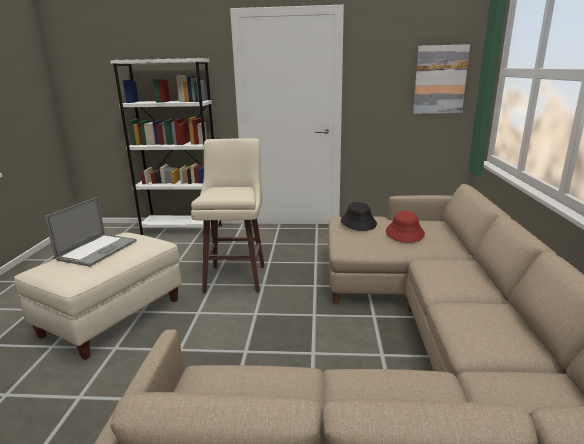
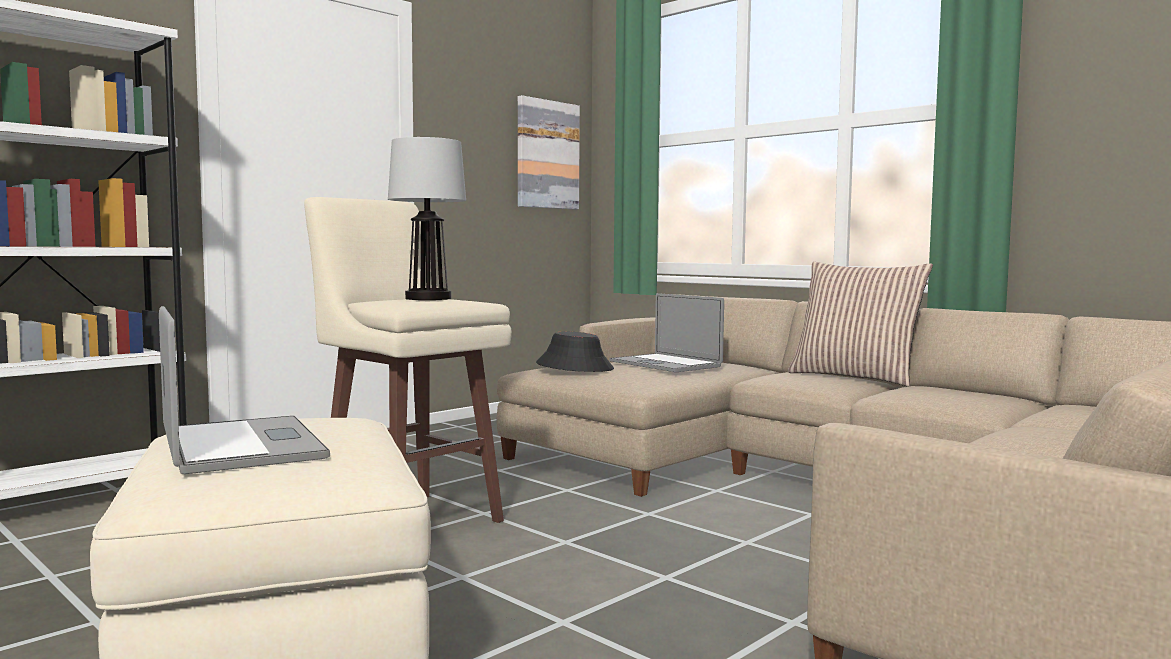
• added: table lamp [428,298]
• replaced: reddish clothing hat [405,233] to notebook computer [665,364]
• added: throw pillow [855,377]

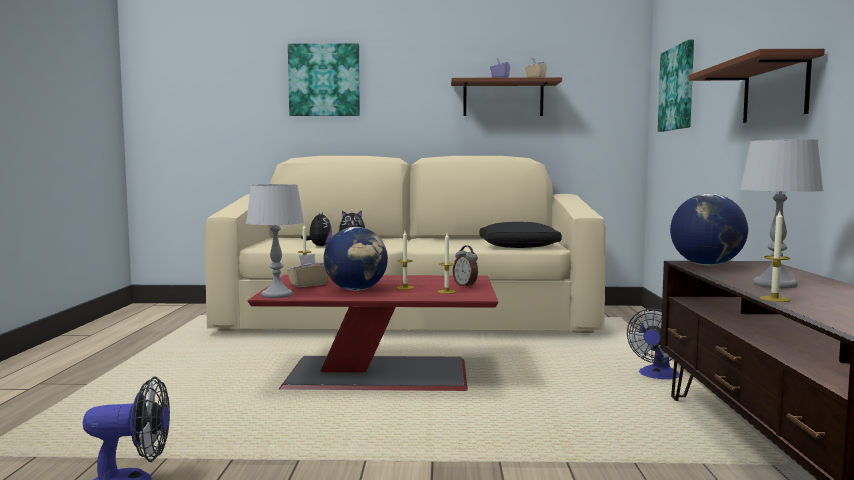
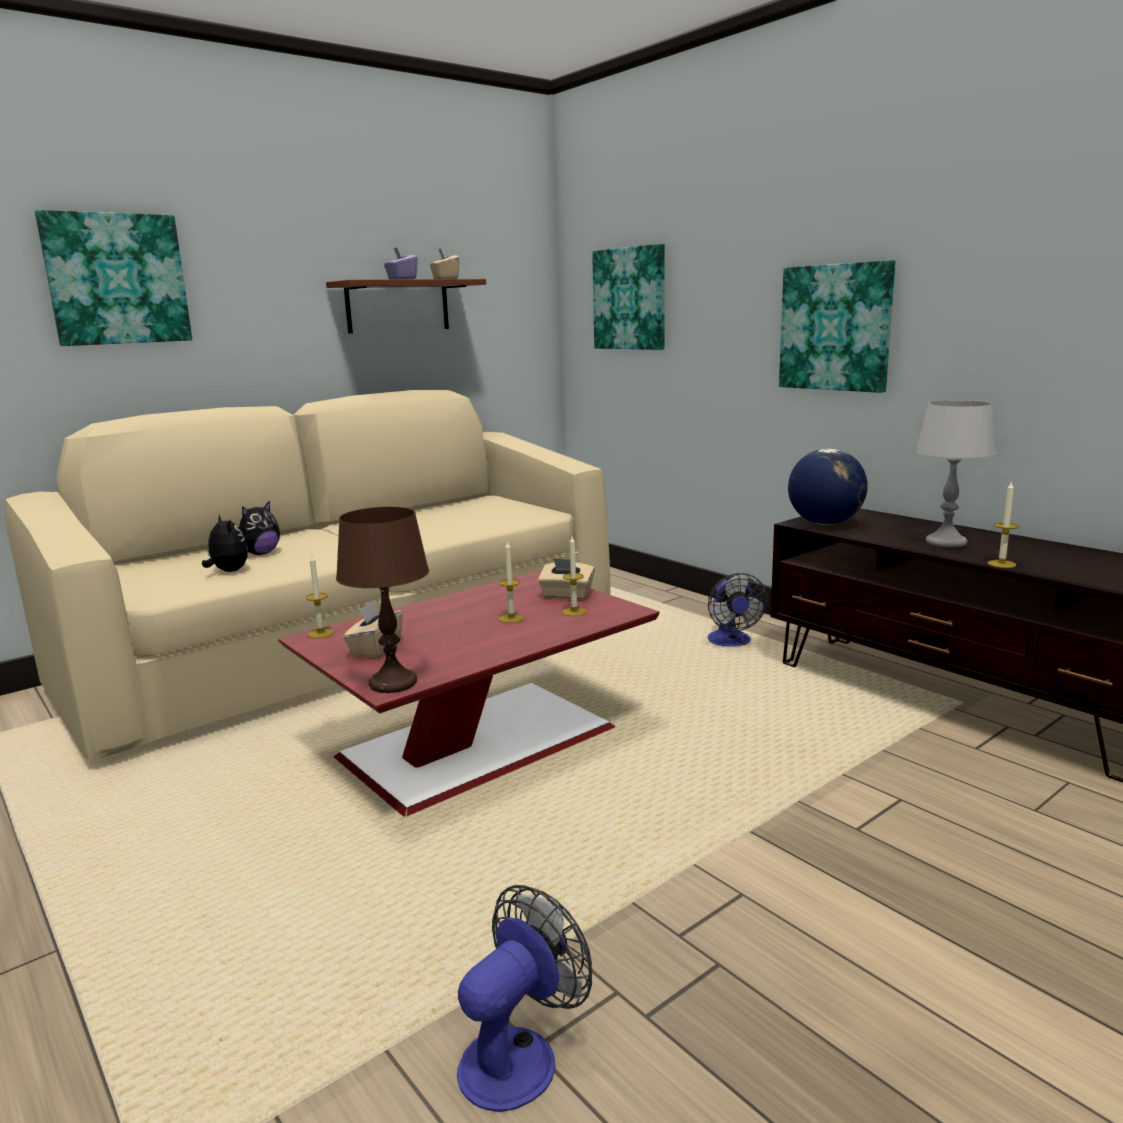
• recoloured: grey table lamp [277,295] to brownish table lamp [393,683]
• replaced: alarm clock [466,286] to beige-coloured box of tissues [566,595]
• replaced: brownish shelf [775,91] to wall picture [836,327]
• removed: world globe [356,290]
• removed: black-coloured throw pillow [519,247]

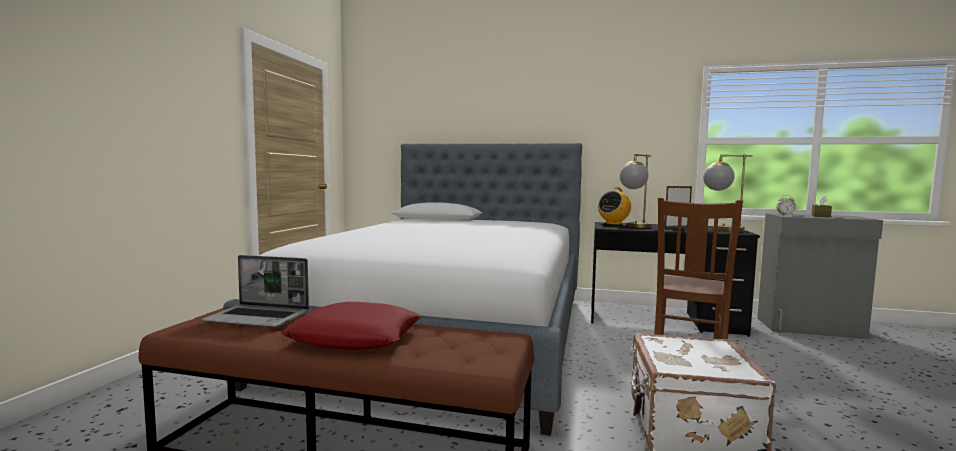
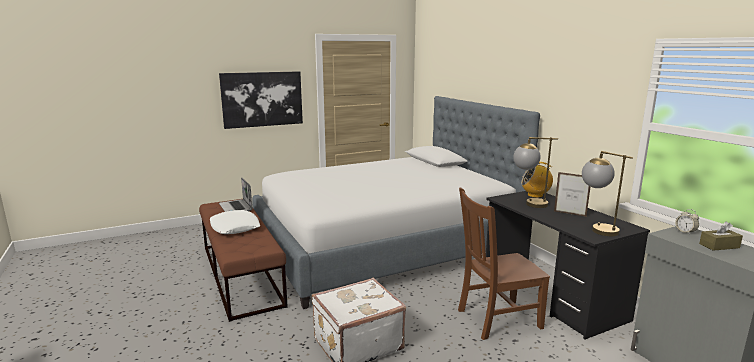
• recoloured: reddish throw pillow [356,337] to whitish throw pillow [235,227]
• added: wall picture [262,99]

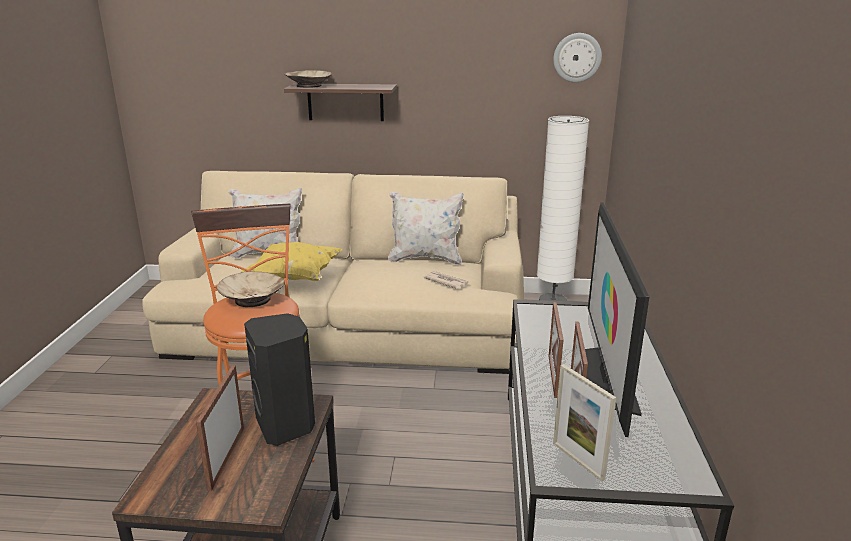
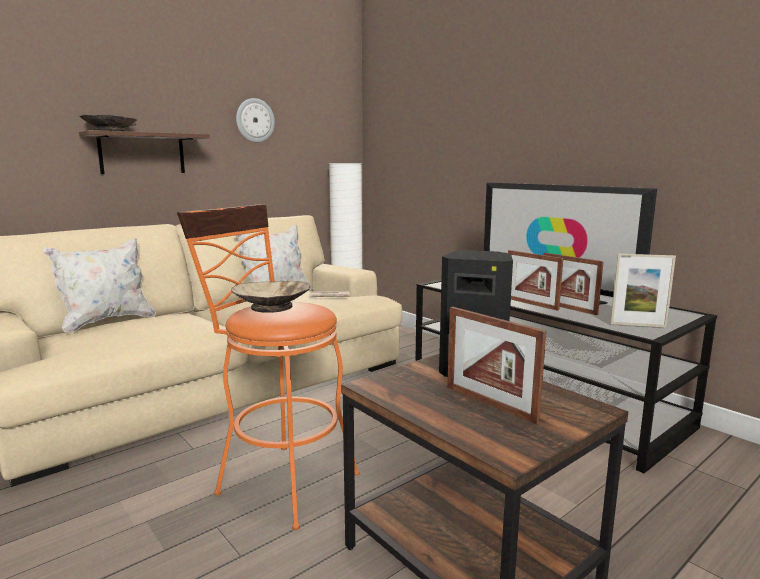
• moved: clock on the wall [577,57] to [255,120]
• removed: yellow throw pillow [294,277]

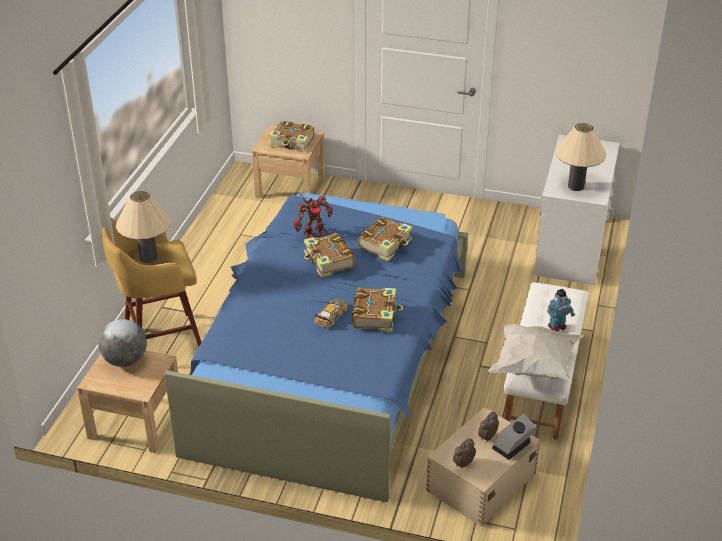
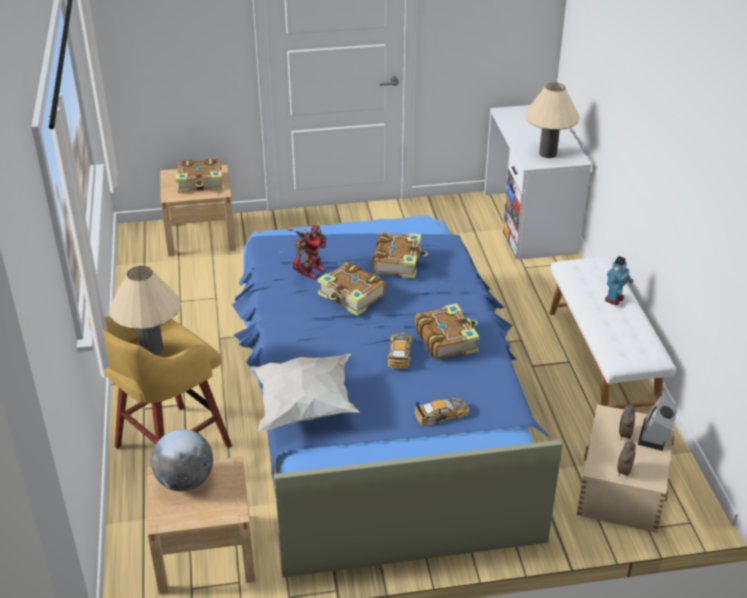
• moved: whitish throw pillow [535,366] to [306,407]
• added: toy car [442,414]

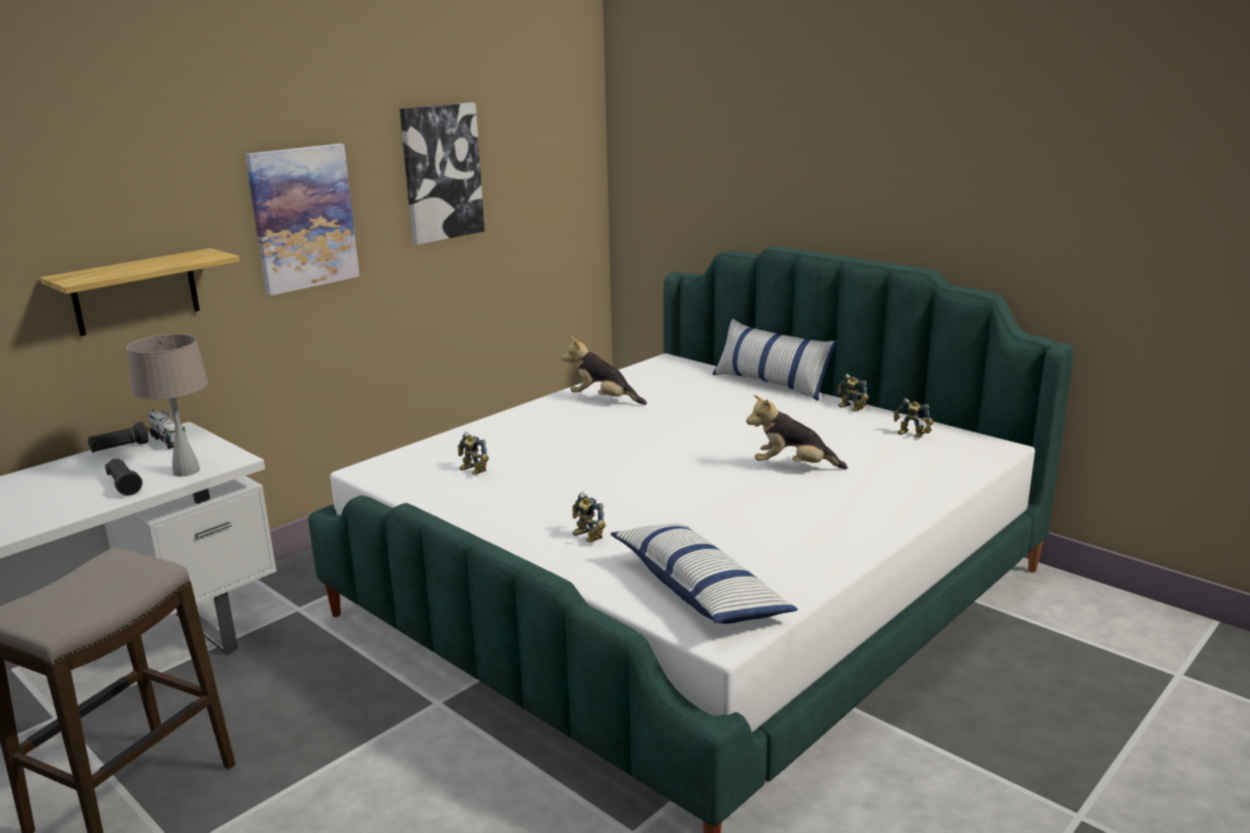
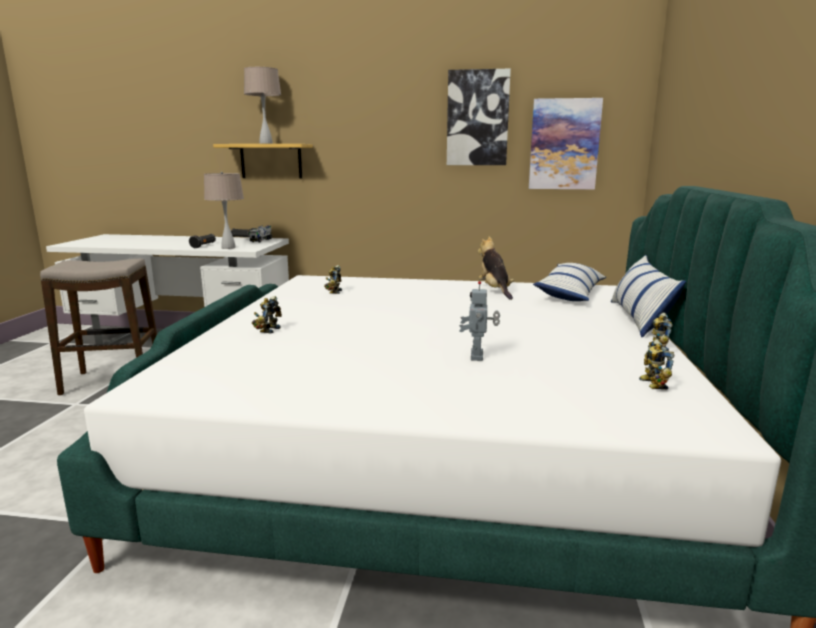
• added: beige-coloured table lamp [266,143]
• replaced: cuddly toy [792,467] to robot figure [478,356]
• moved: wall picture [303,218] to [564,144]
• moved: throw pillow [699,590] to [570,293]

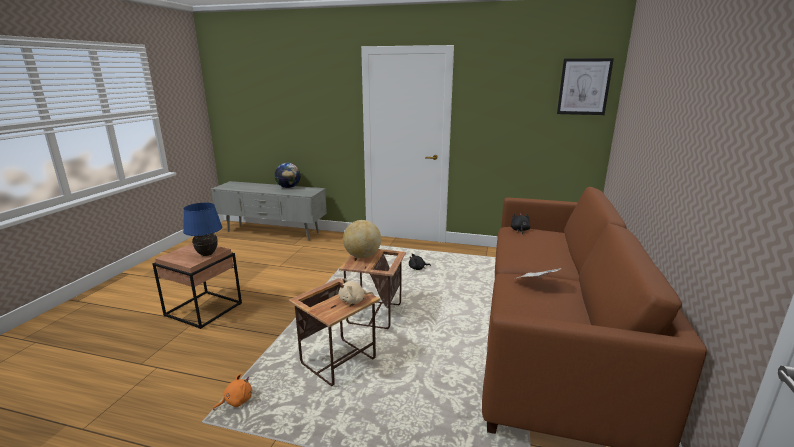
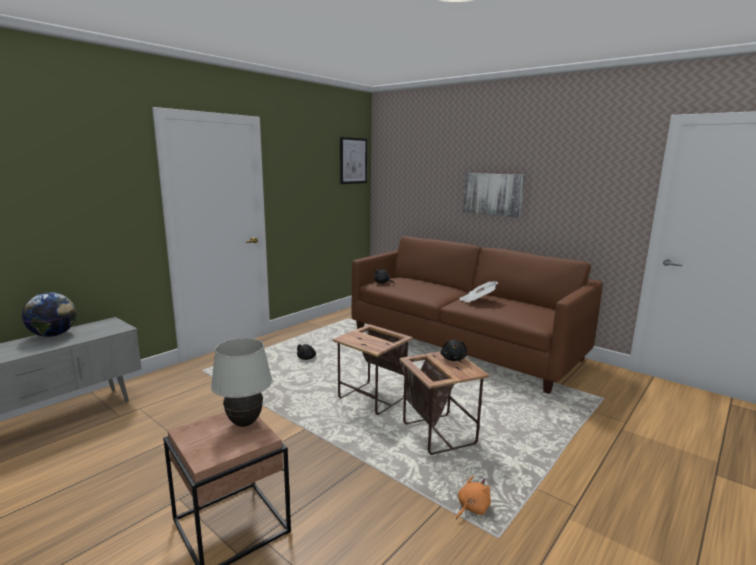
• recoloured: blue table lamp [207,254] to whitish table lamp [244,423]
• recoloured: beige-coloured cuddly toy [354,301] to black-coloured cuddly toy [453,359]
• turned: orangey cuddly toy [236,401] = [471,508] 60 degrees clockwise
• added: wall picture [493,194]
• removed: world globe [362,256]

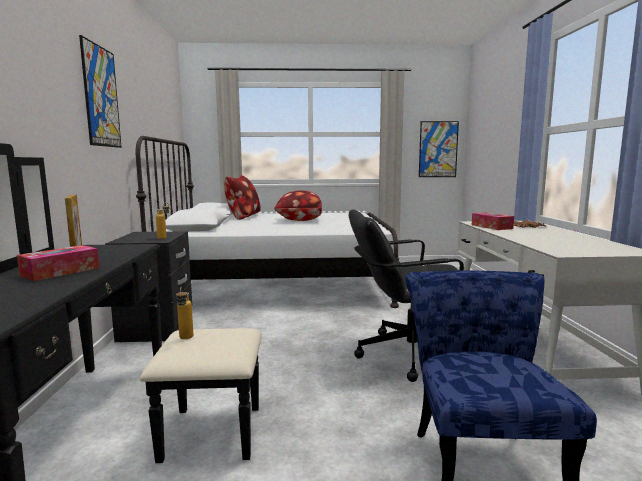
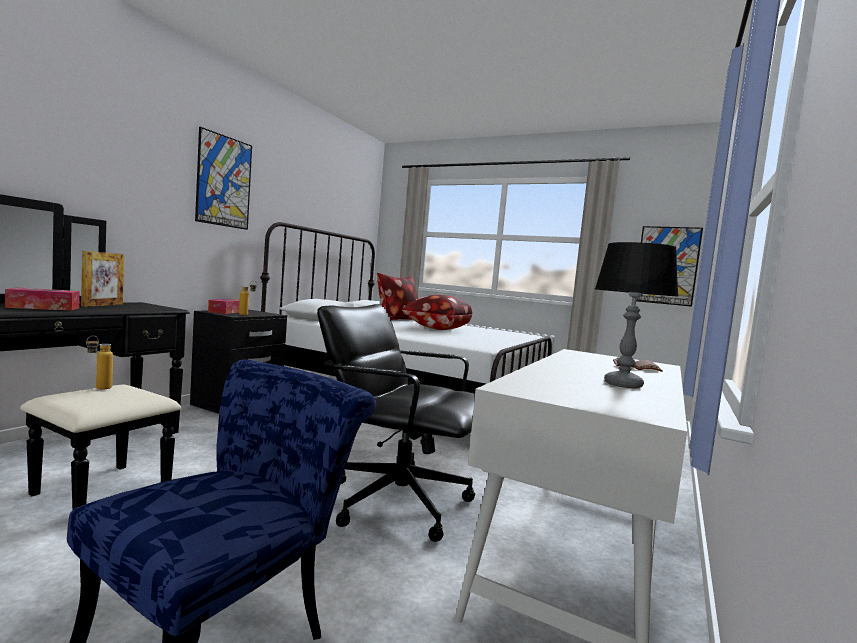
• moved: box of tissues [491,227] to [227,312]
• added: table lamp [622,384]

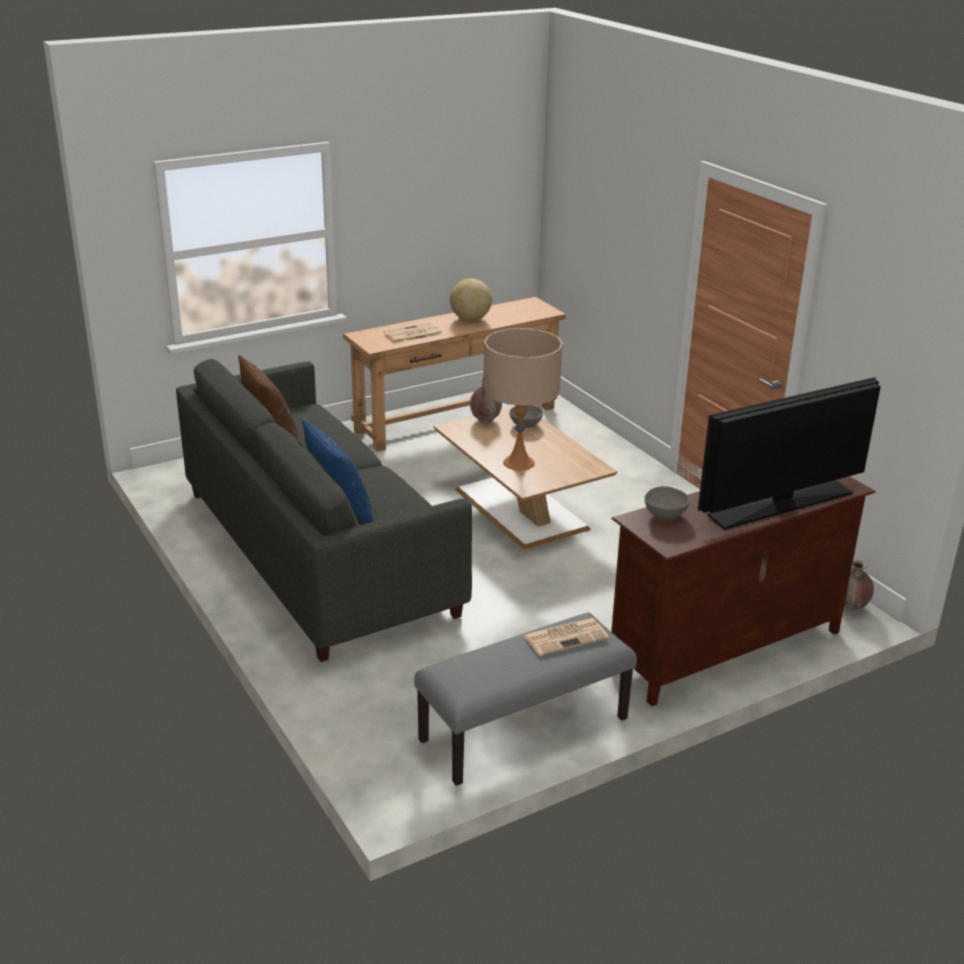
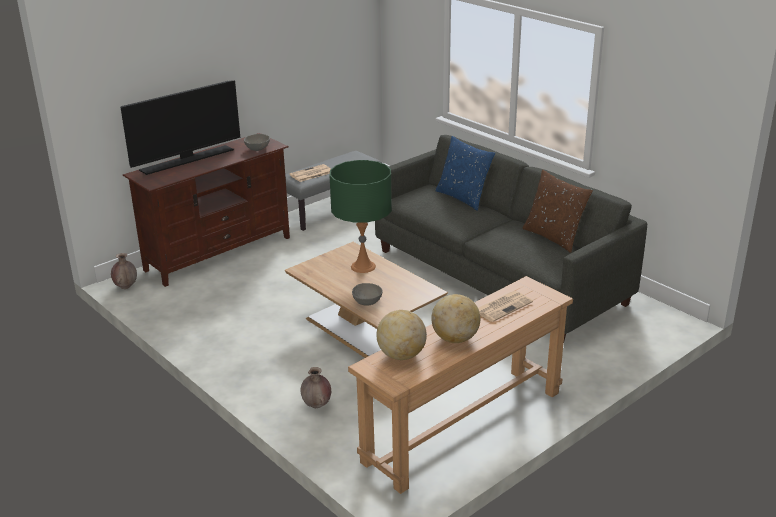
• moved: brownish vase [485,420] to [317,405]
• recoloured: beige-coloured table lamp [518,463] to greenish table lamp [363,266]
• added: world globe [401,355]

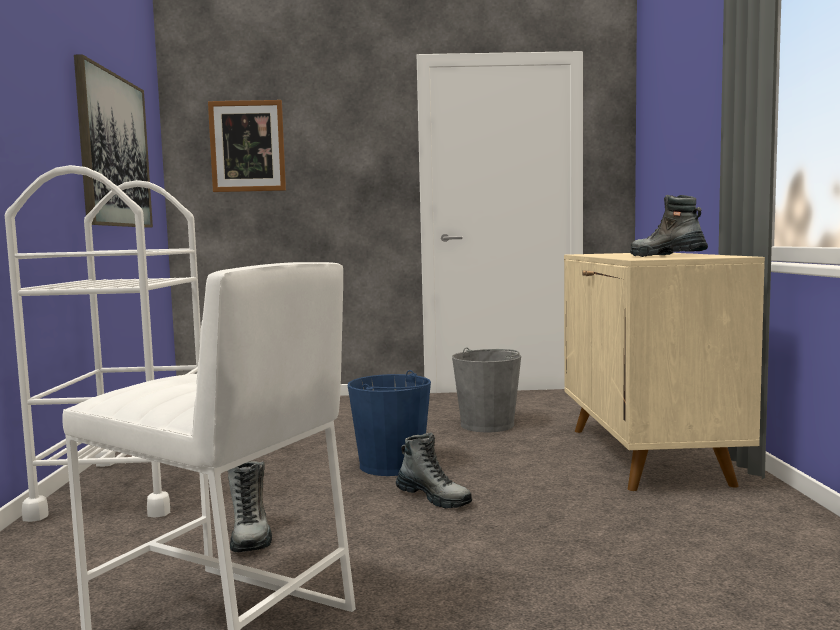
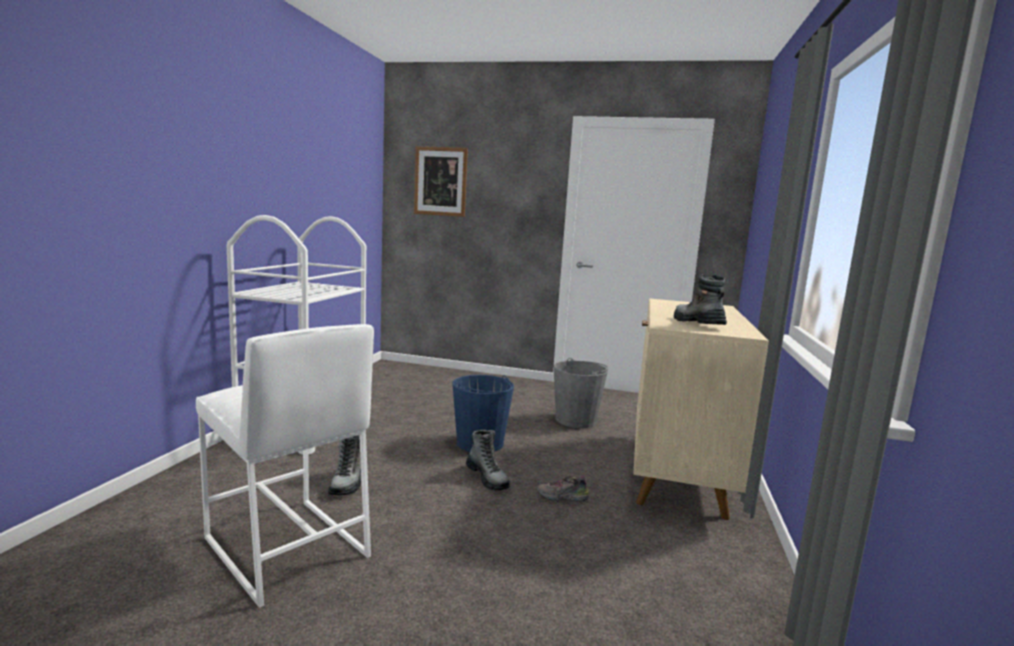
• added: low shoe [562,497]
• removed: wall picture [114,151]

